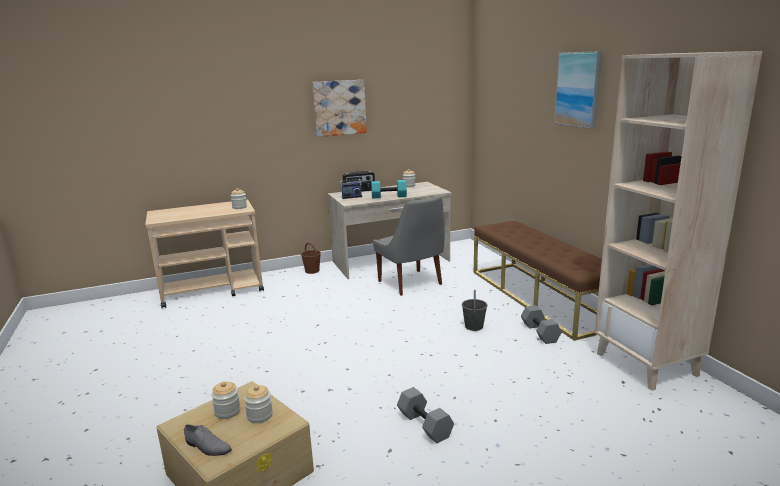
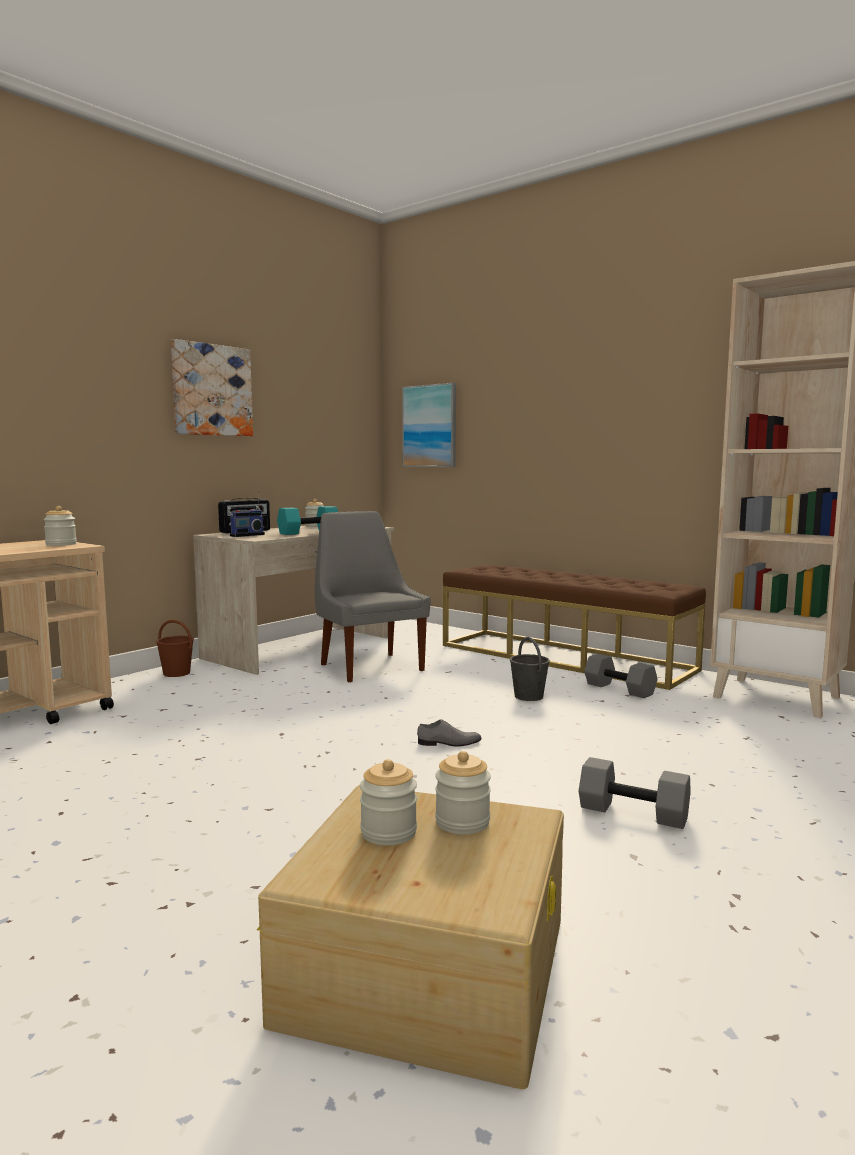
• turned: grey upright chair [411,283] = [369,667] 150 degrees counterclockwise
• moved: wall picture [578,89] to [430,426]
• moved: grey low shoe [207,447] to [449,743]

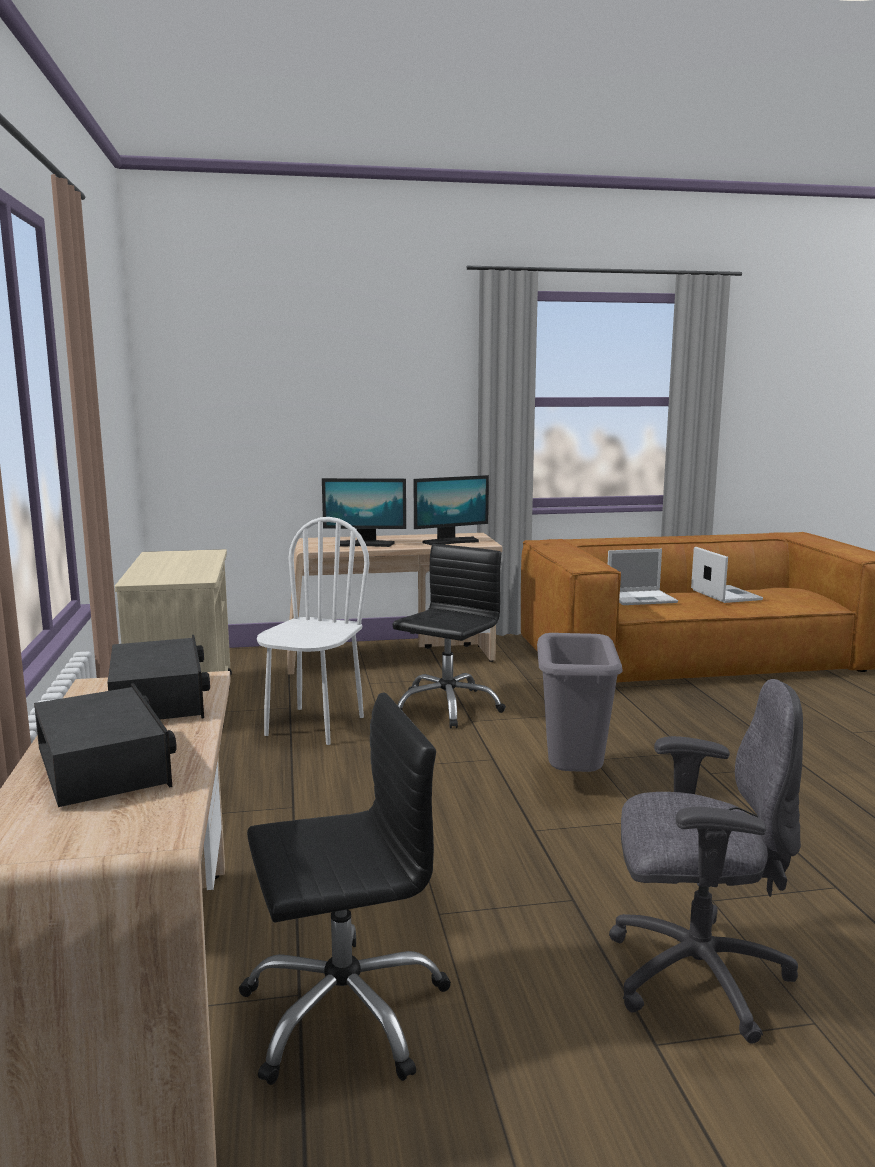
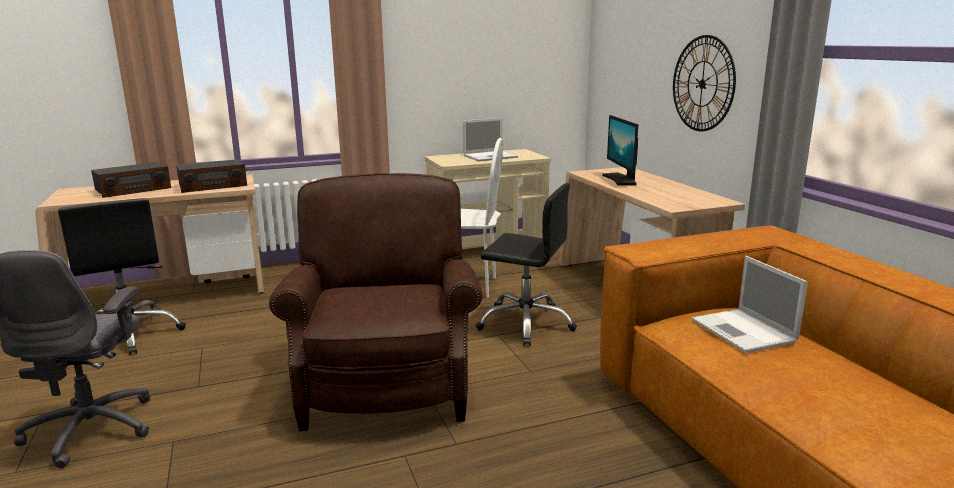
• replaced: grey waste bin [573,778] to brownish armchair [386,382]
• moved: notebook computer [724,594] to [491,156]
• added: clock on the wall [702,84]
• removed: computer display [450,542]

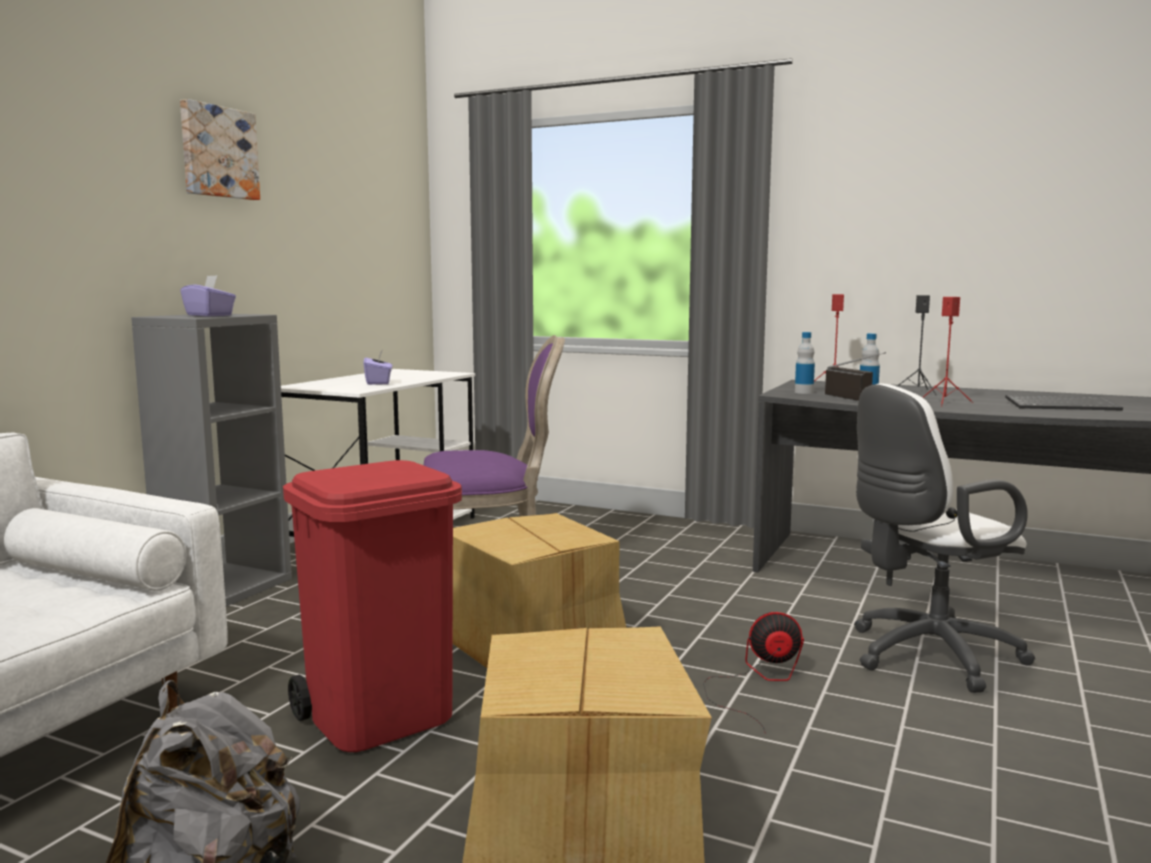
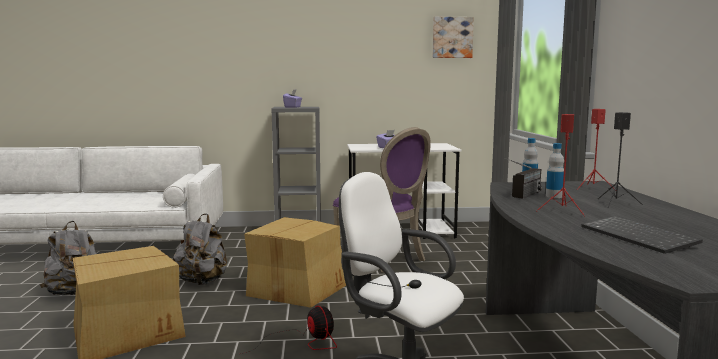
• replaced: reddish waste bin [382,717] to grey rucksack [202,282]
• moved: wall picture [218,152] to [452,37]

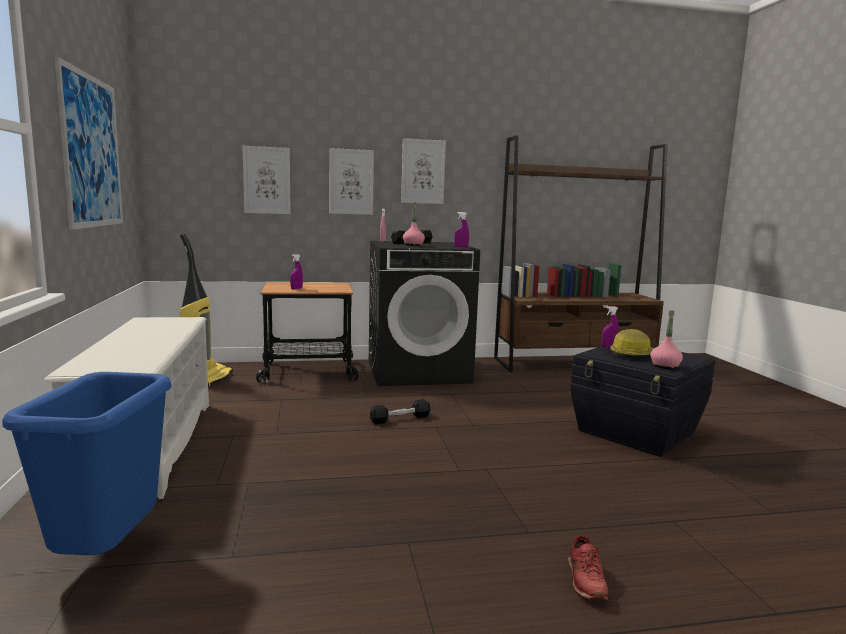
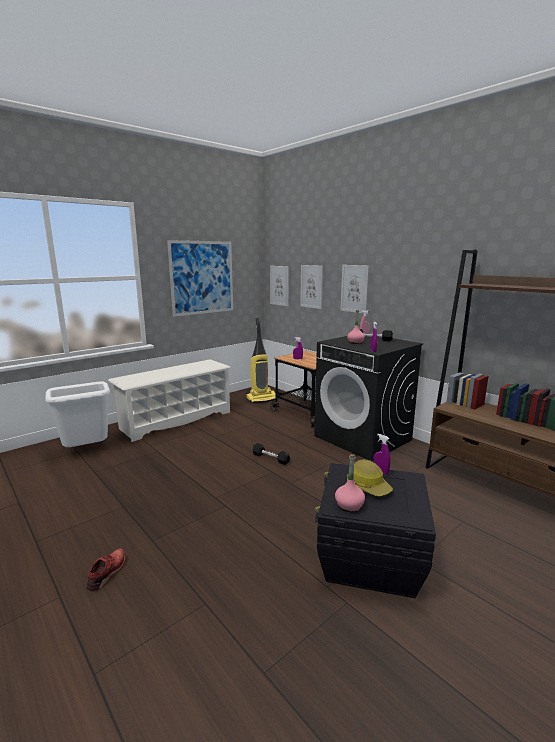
• recoloured: blue waste bin [108,554] to whitish waste bin [87,450]
• turned: reddish low shoe [585,580] = [107,573] 135 degrees clockwise
• moved: wall picture [423,171] to [279,285]

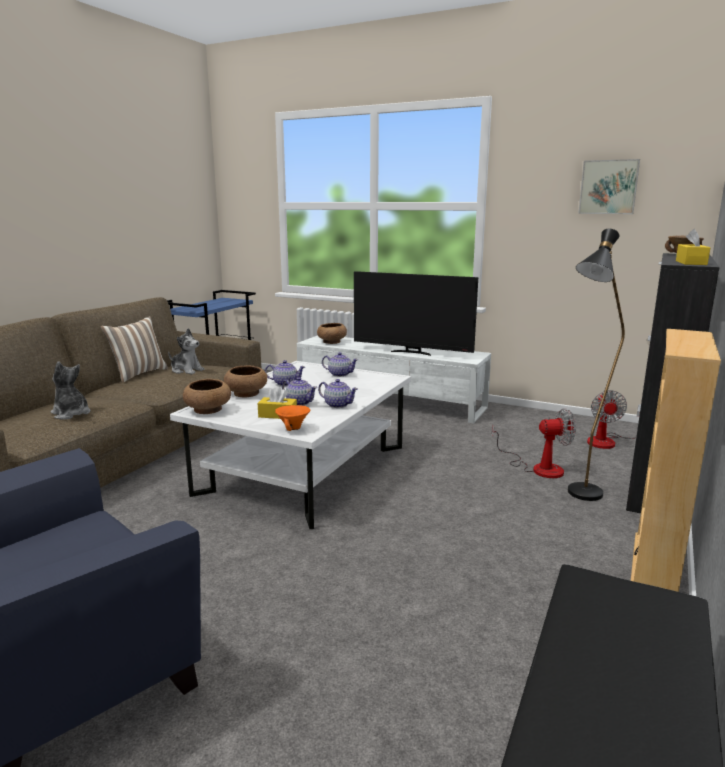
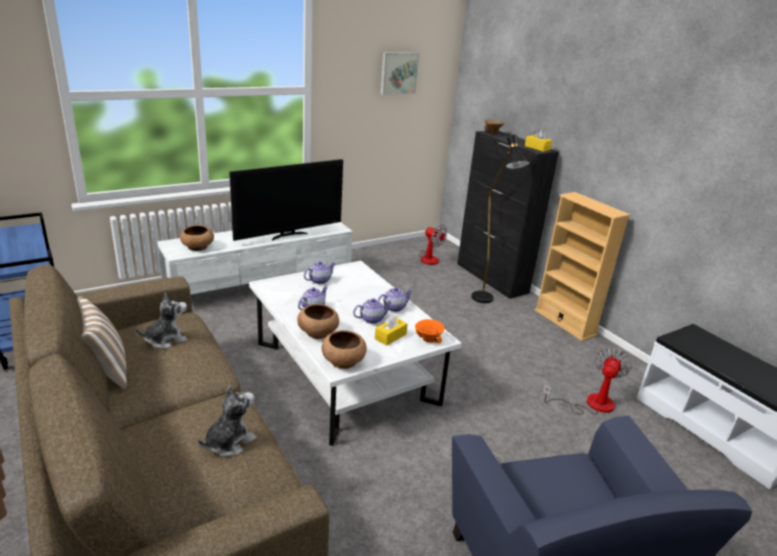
• turned: cuddly toy [71,414] = [229,442] 150 degrees clockwise
• moved: fan [538,468] to [590,404]

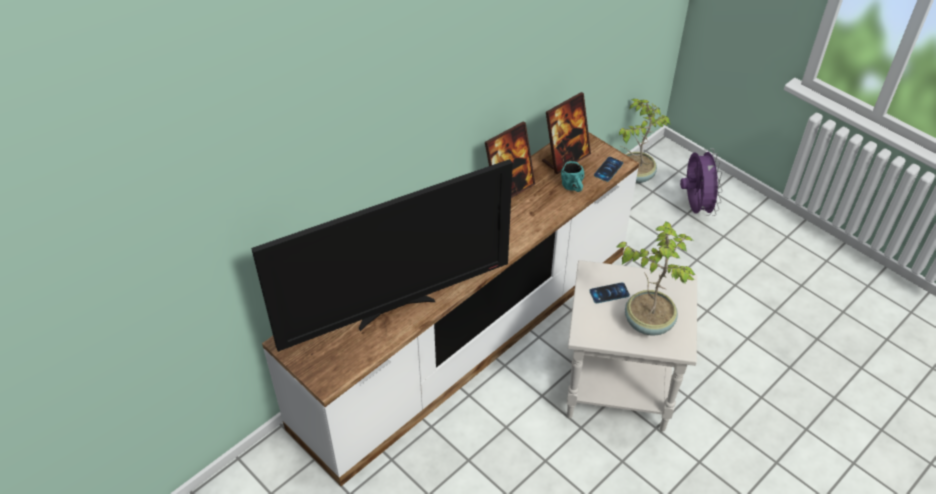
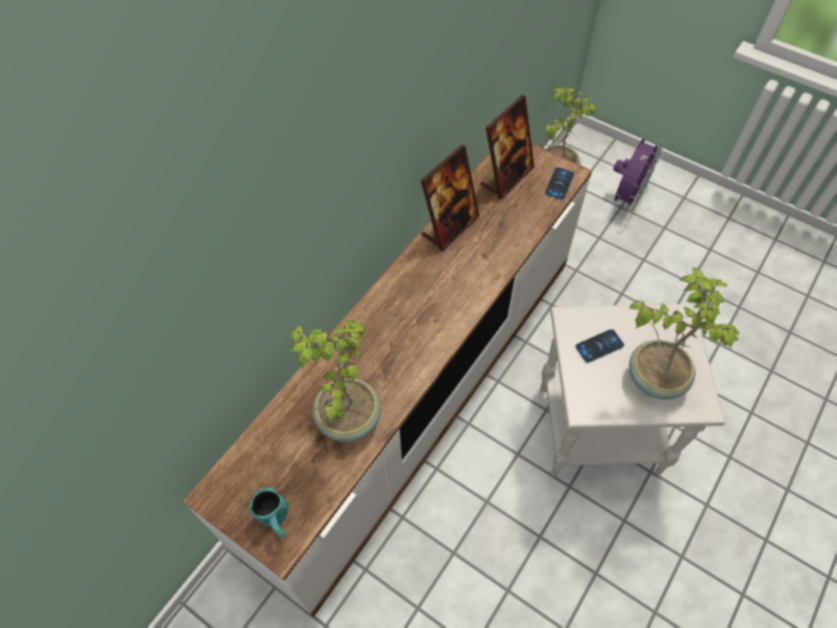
• moved: blue-green mug [573,188] to [277,521]
• replaced: TV [395,309] to plant in a pot [347,418]
• turned: purple-coloured fan [695,206] = [626,198] 45 degrees clockwise

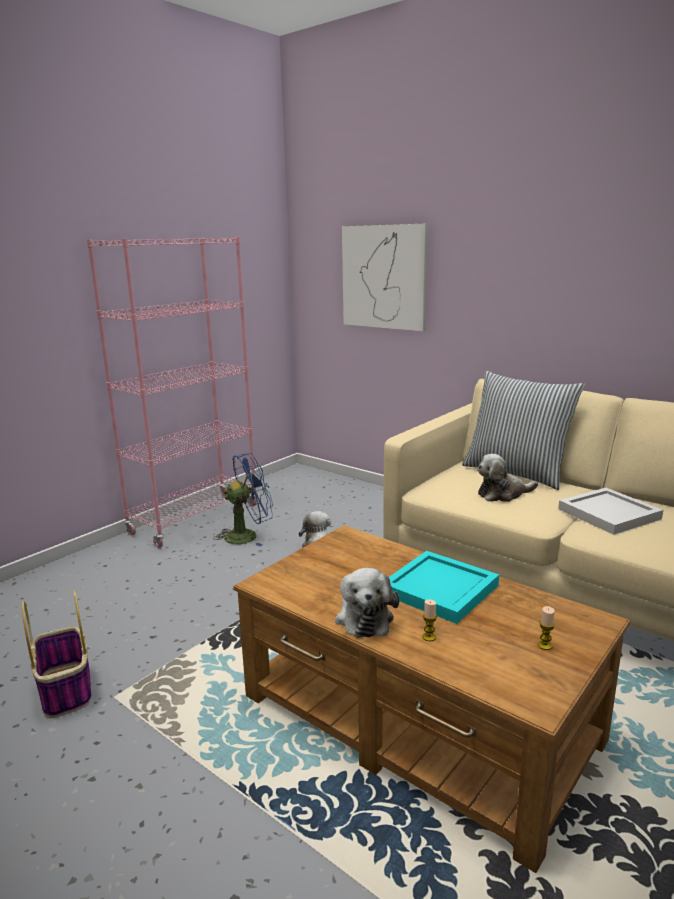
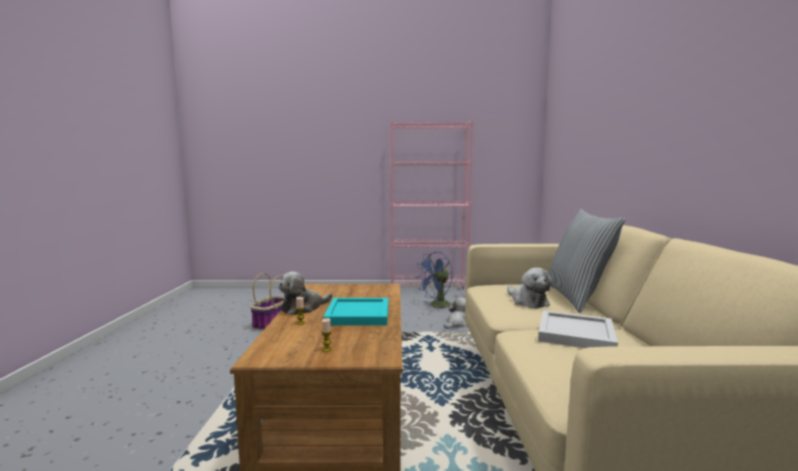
• turned: blue fan [247,535] = [437,306] 120 degrees clockwise
• turned: cuddly toy [502,494] = [527,301] 150 degrees counterclockwise
• removed: wall picture [384,277]

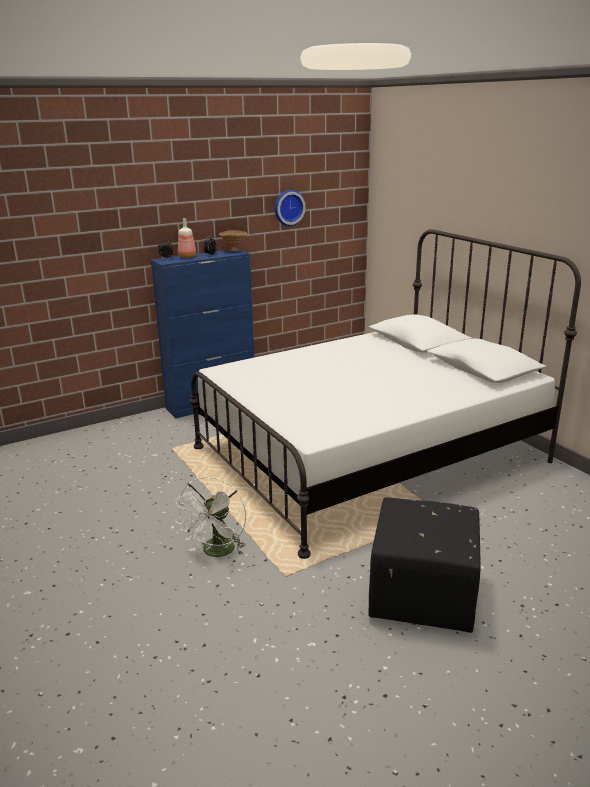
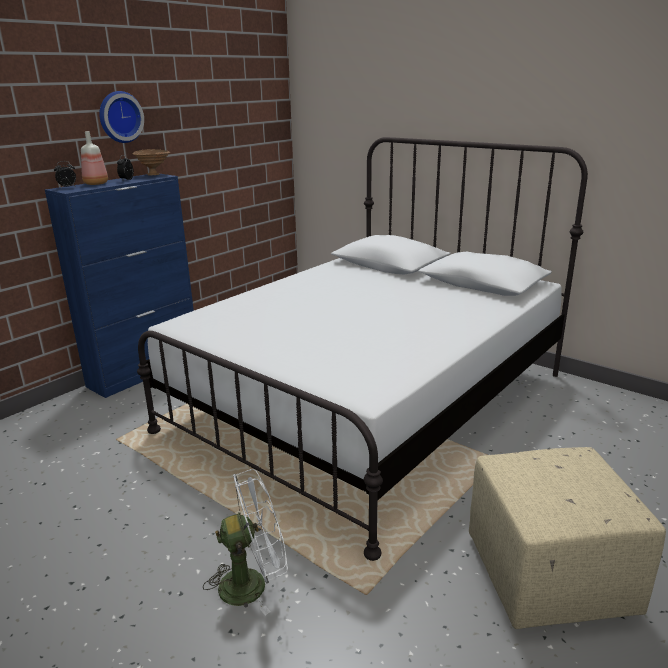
• moved: clock on the wall [288,207] to [119,117]
• turned: whitish fan [217,553] = [253,583] 105 degrees counterclockwise
• recoloured: black-coloured footrest [423,597] to beige-coloured footrest [550,577]

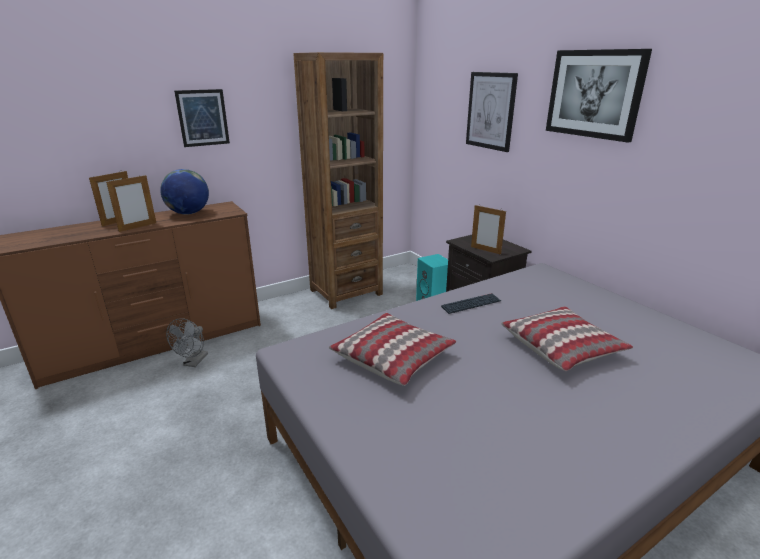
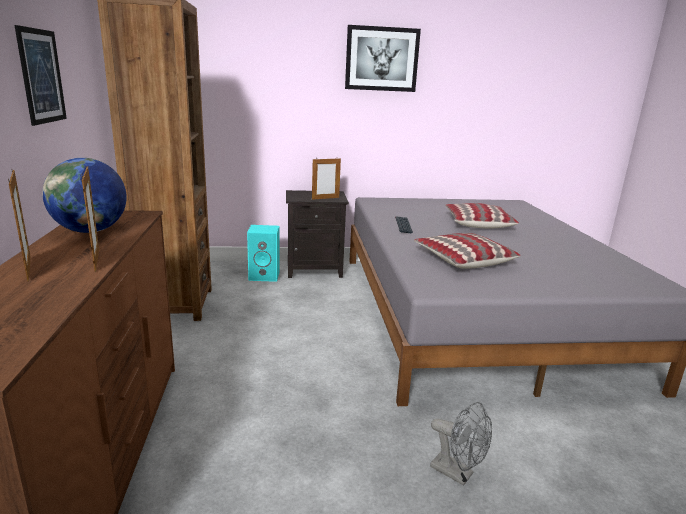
• moved: grey fan [193,362] to [457,473]
• removed: wall picture [490,111]

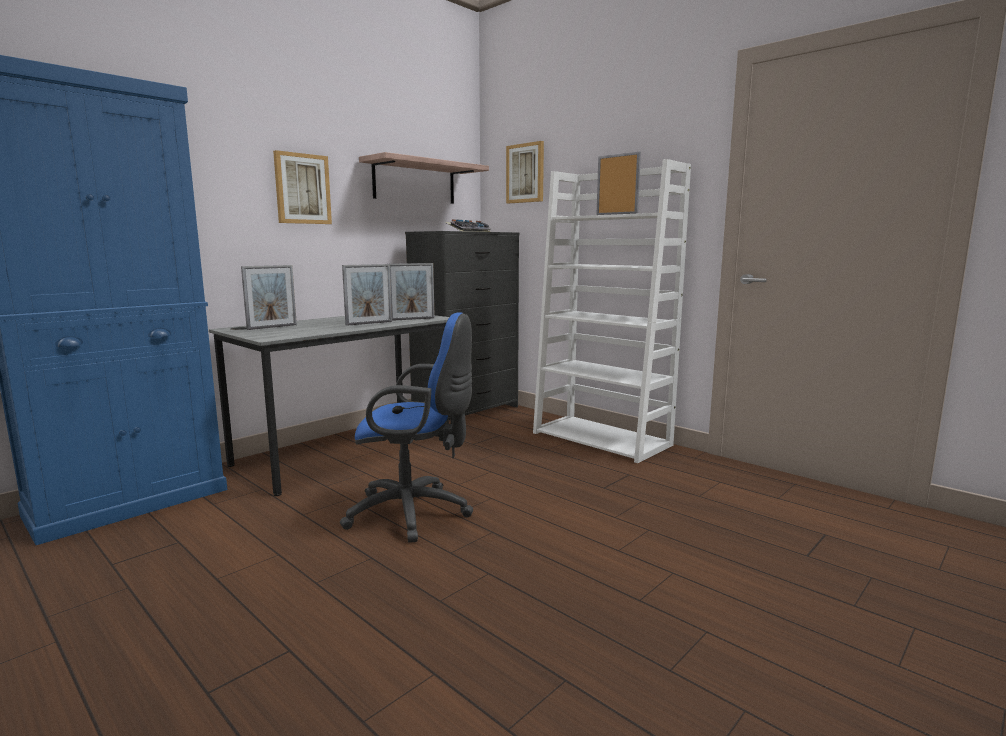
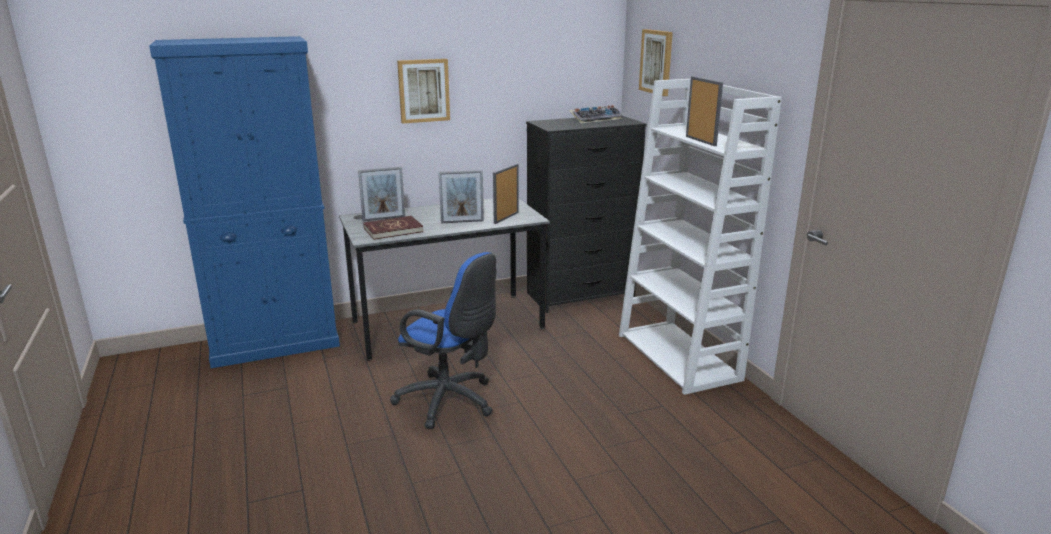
• added: reddish bound book [393,230]
• turned: picture frame [412,319] = [506,218] 120 degrees clockwise
• removed: shelf [414,182]

